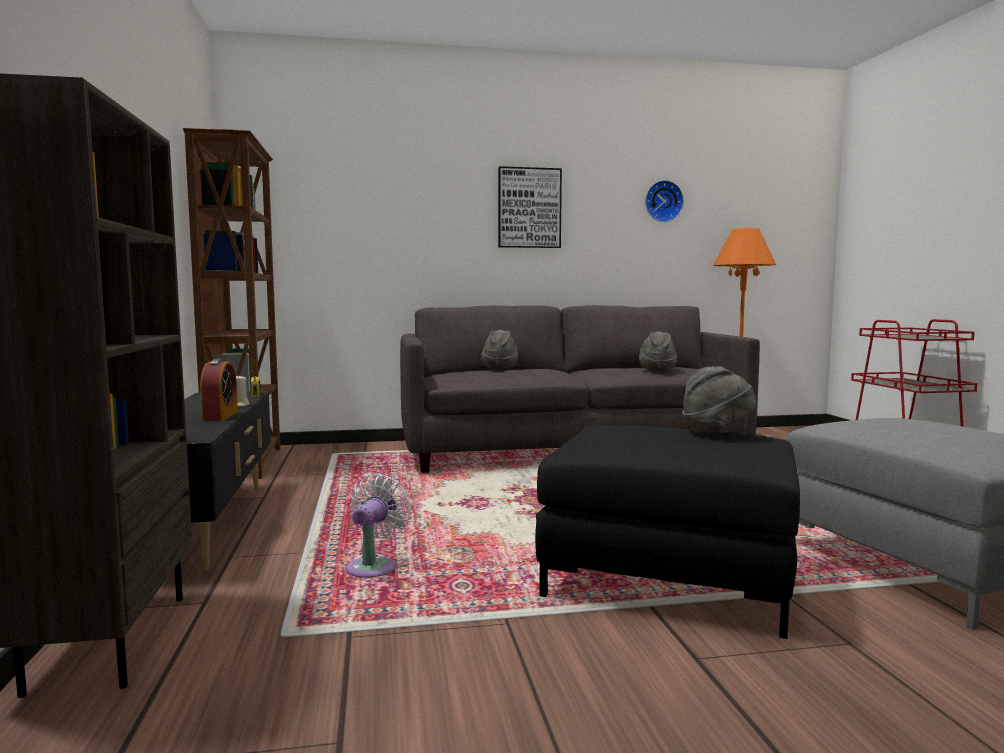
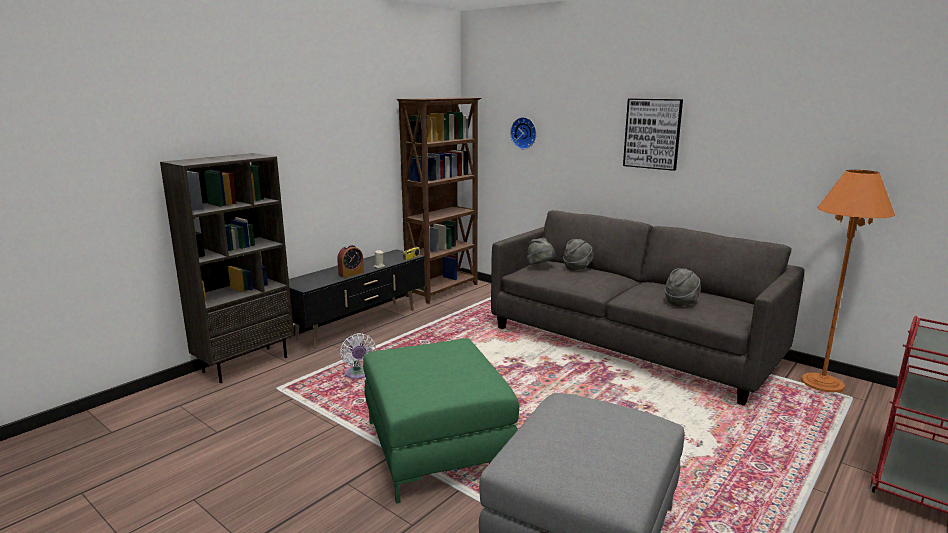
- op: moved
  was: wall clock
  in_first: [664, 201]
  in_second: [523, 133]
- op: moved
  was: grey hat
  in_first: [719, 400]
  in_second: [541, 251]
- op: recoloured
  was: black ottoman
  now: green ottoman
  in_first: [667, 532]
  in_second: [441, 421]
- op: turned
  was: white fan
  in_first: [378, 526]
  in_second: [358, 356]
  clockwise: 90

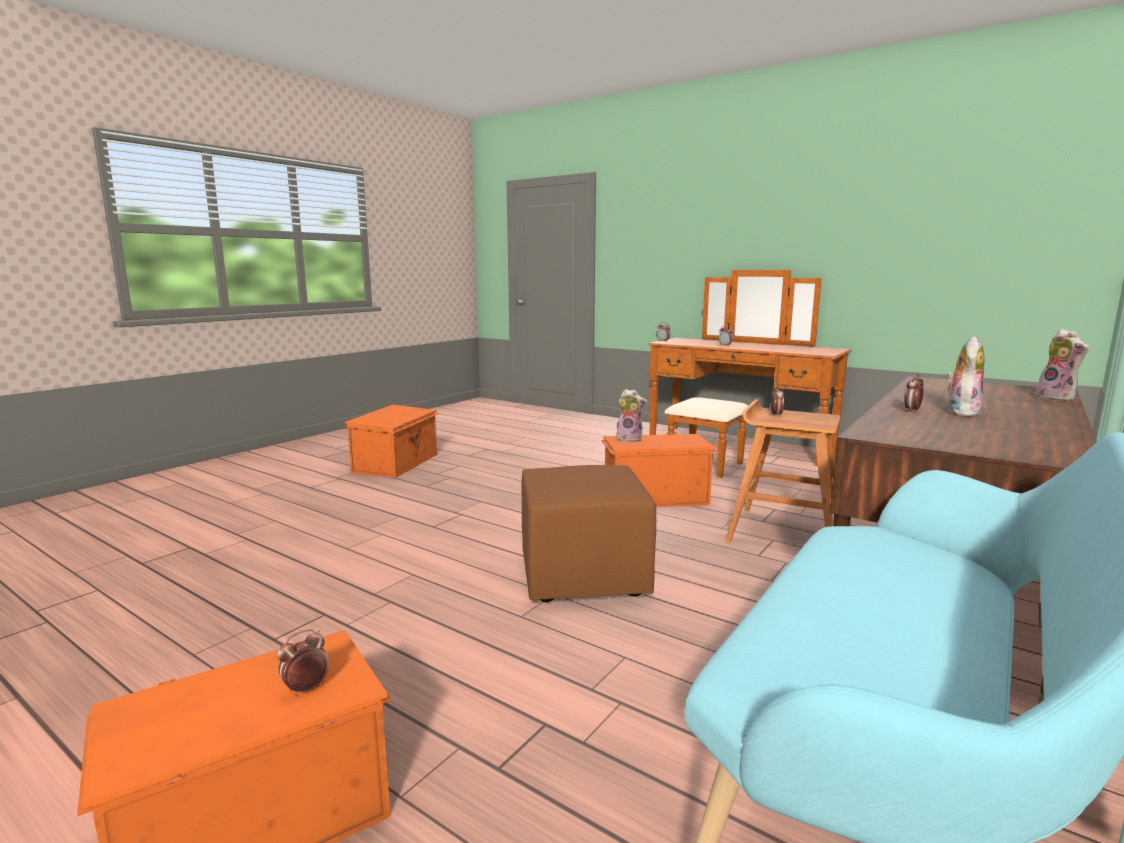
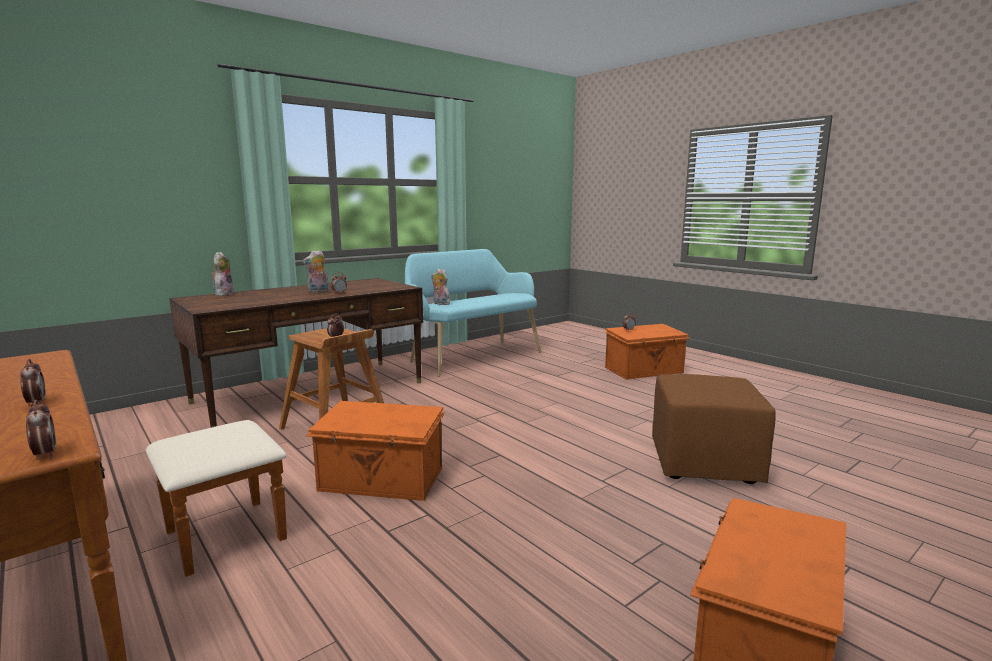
- op: moved
  was: brown ottoman
  in_first: [588, 533]
  in_second: [714, 429]
- op: moved
  was: plush toy
  in_first: [632, 415]
  in_second: [440, 287]

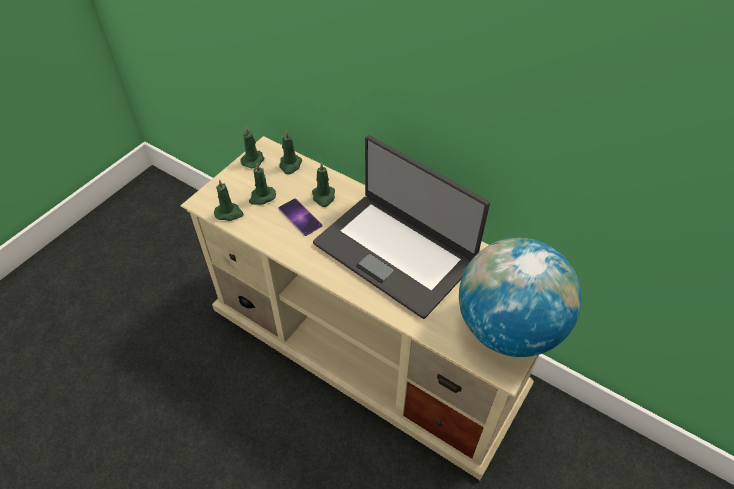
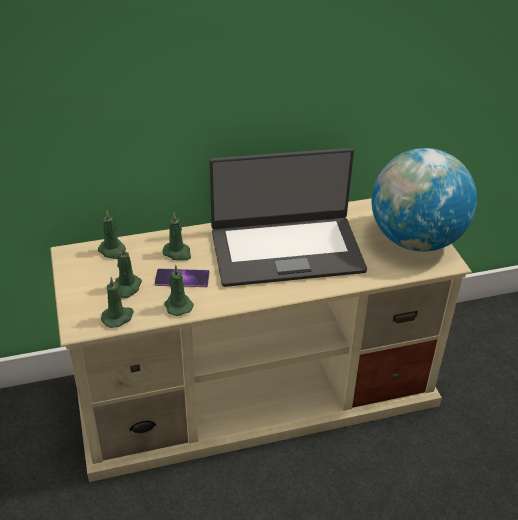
- op: moved
  was: green candle
  in_first: [252, 147]
  in_second: [179, 290]

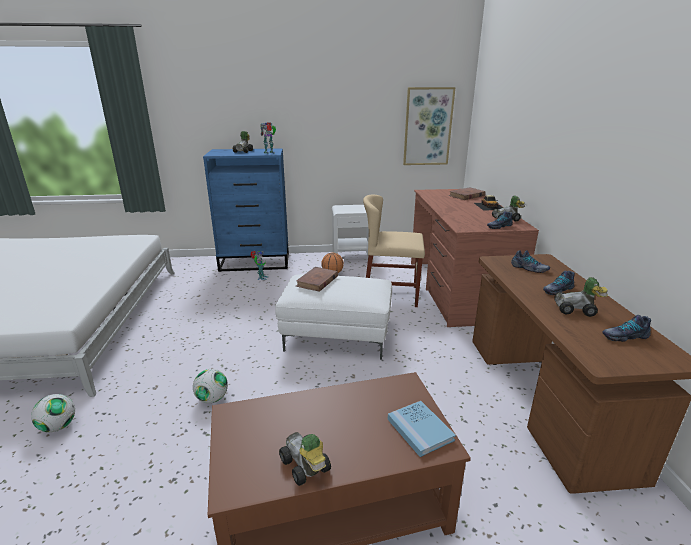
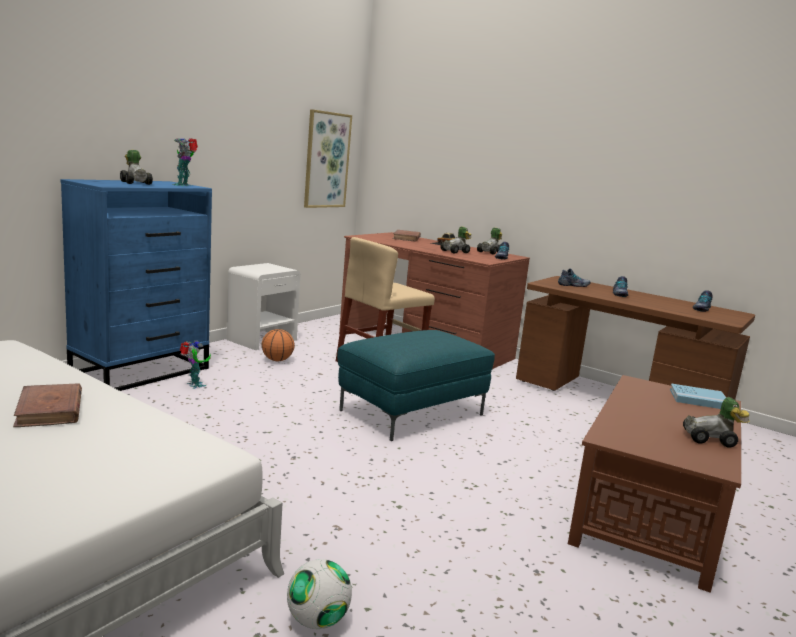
- op: removed
  was: football
  in_first: [210, 386]
- op: moved
  was: brown book
  in_first: [317, 279]
  in_second: [47, 405]
- op: moved
  was: toy car
  in_first: [581, 297]
  in_second: [456, 240]
- op: recoloured
  was: white ottoman
  now: turquoise ottoman
  in_first: [333, 317]
  in_second: [416, 385]

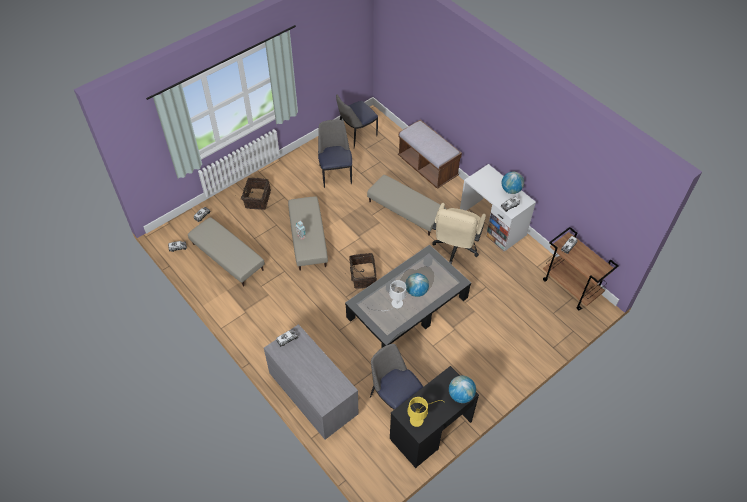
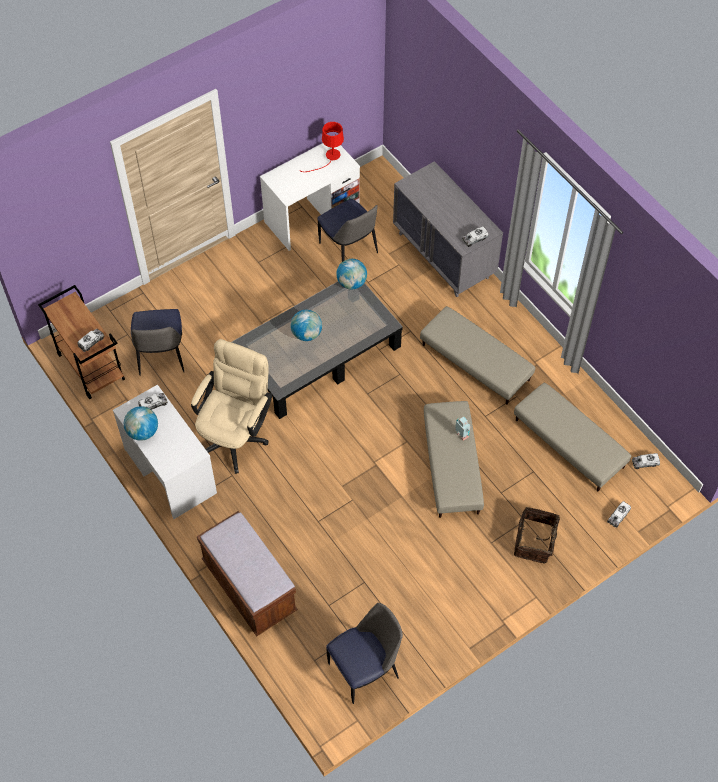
- op: removed
  was: basket
  in_first: [363, 271]
- op: removed
  was: white table lamp
  in_first: [387, 295]
- op: moved
  was: chair
  in_first: [335, 154]
  in_second: [157, 342]
- op: moved
  was: beige ottoman
  in_first: [406, 205]
  in_second: [477, 355]
- op: moved
  was: globe
  in_first: [462, 389]
  in_second: [351, 274]
- op: recoloured
  was: black desk
  now: white desk
  in_first: [434, 417]
  in_second: [310, 197]
- op: recoloured
  was: yellow table lamp
  now: red table lamp
  in_first: [426, 412]
  in_second: [322, 147]

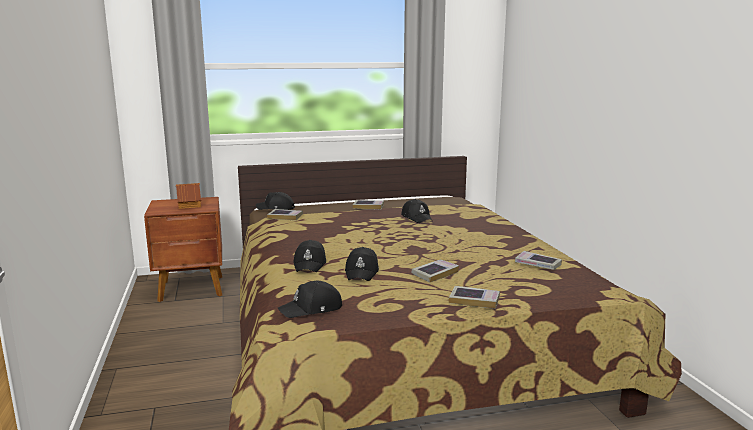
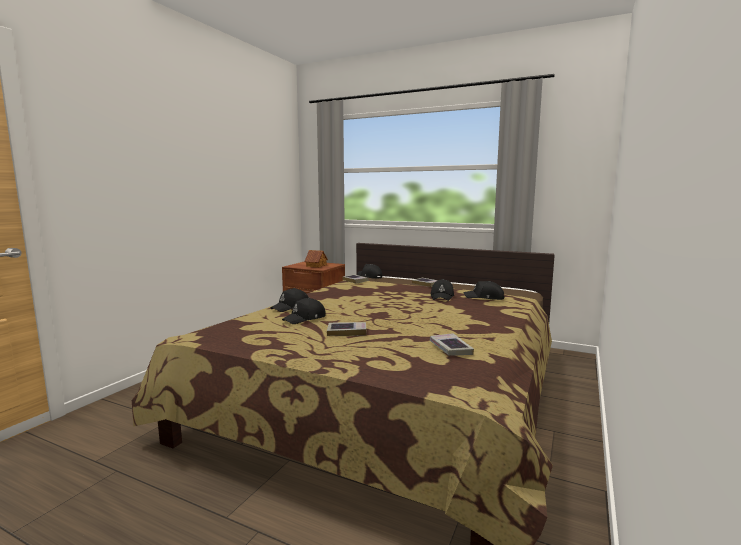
- op: removed
  was: book
  in_first: [474, 297]
- op: moved
  was: black cap
  in_first: [310, 299]
  in_second: [484, 290]

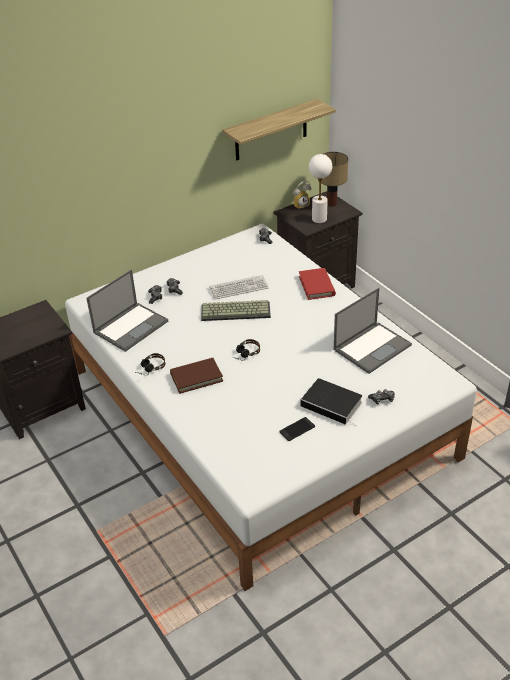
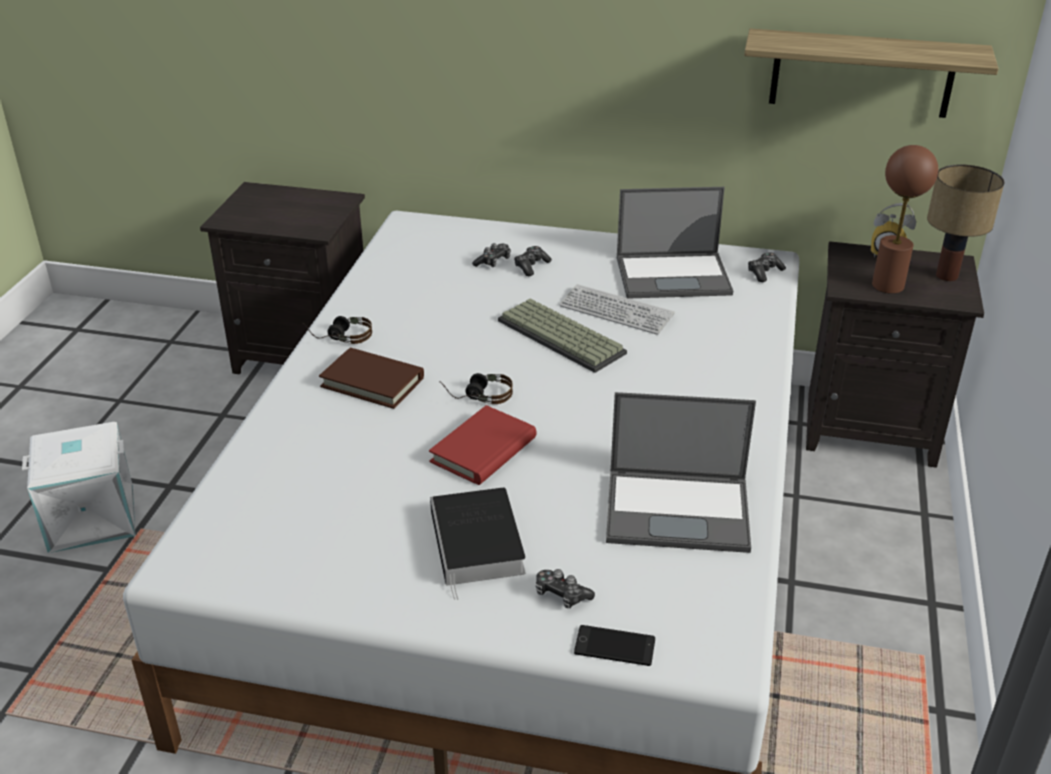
- op: added
  now: white storage box
  in_second: [78, 487]
- op: moved
  was: laptop
  in_first: [127, 311]
  in_second: [675, 243]
- op: moved
  was: phone
  in_first: [297, 429]
  in_second: [614, 645]
- op: moved
  was: red book
  in_first: [317, 284]
  in_second: [483, 445]
- op: recoloured
  was: white table lamp
  now: brown table lamp
  in_first: [320, 188]
  in_second: [905, 219]

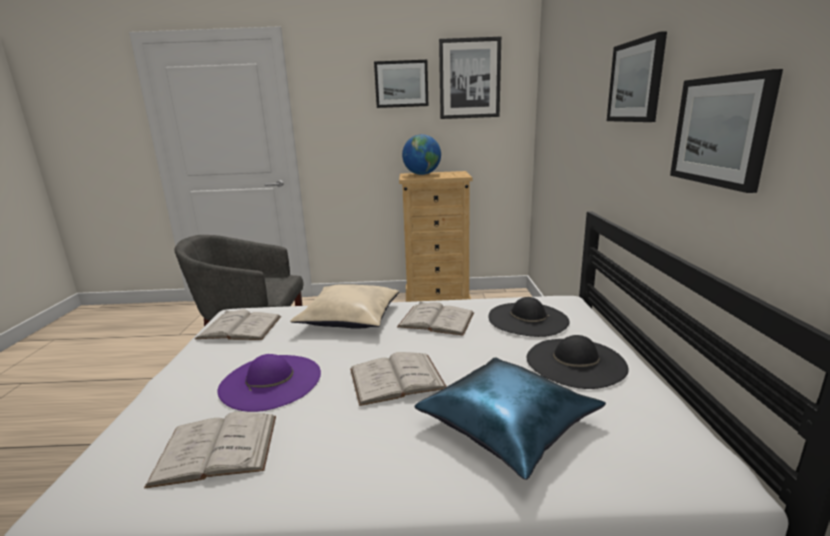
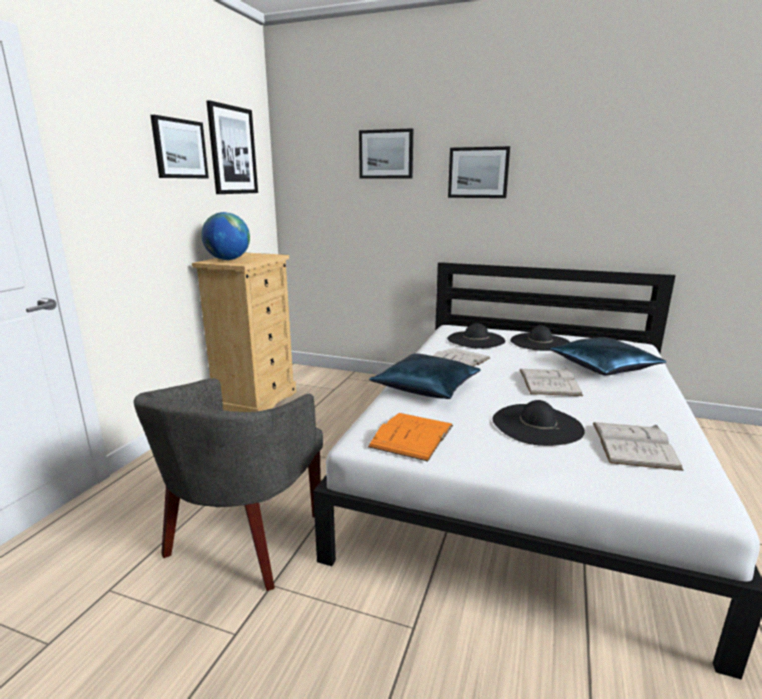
- op: moved
  was: picture
  in_first: [726, 131]
  in_second: [386, 153]
- op: recoloured
  was: white book
  now: orange book
  in_first: [238, 325]
  in_second: [410, 437]
- op: recoloured
  was: purple hat
  now: black hat
  in_first: [269, 383]
  in_second: [538, 423]
- op: recoloured
  was: beige pillow
  now: blue pillow
  in_first: [344, 306]
  in_second: [425, 376]

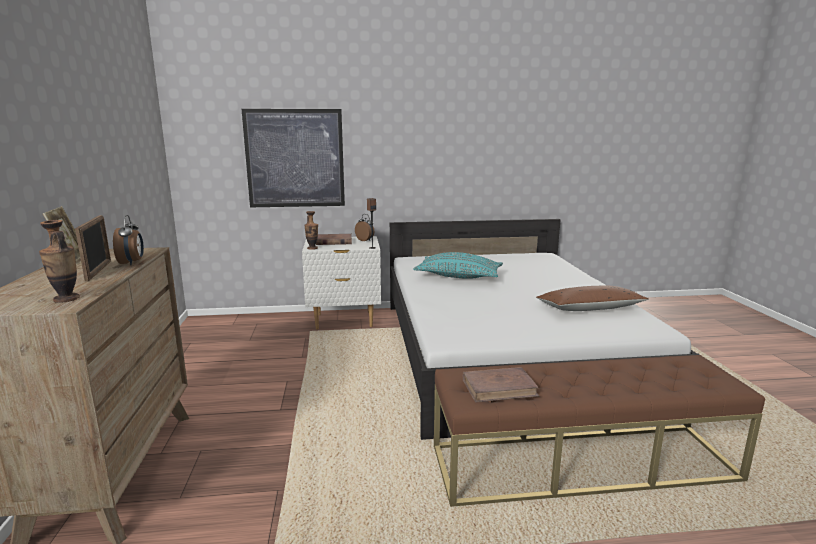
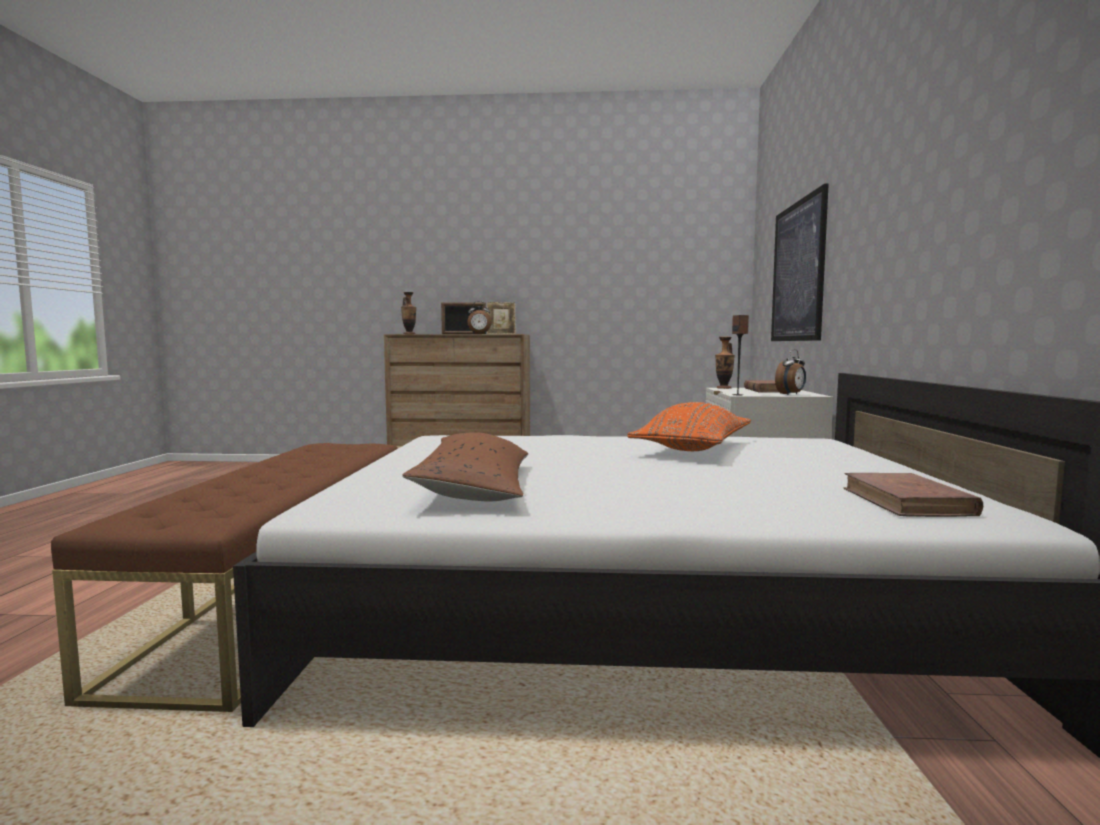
- op: moved
  was: brown book
  in_first: [501, 385]
  in_second: [913, 495]
- op: recoloured
  was: turquoise pillow
  now: orange pillow
  in_first: [458, 265]
  in_second: [689, 426]

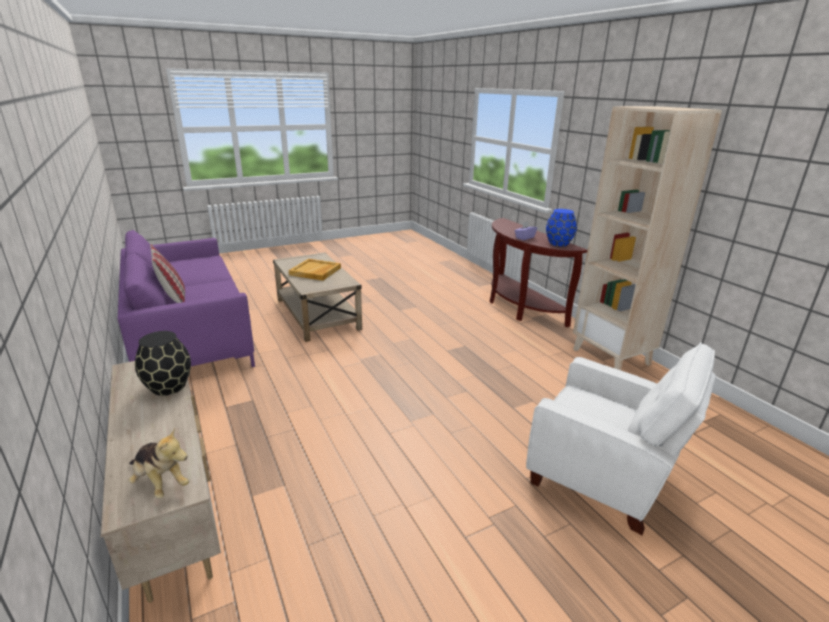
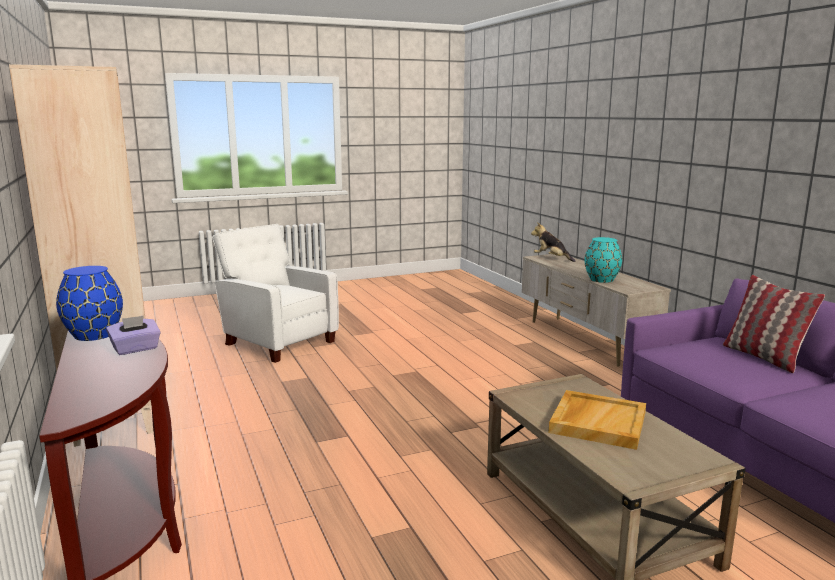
- op: recoloured
  was: black vase
  now: turquoise vase
  in_first: [163, 363]
  in_second: [603, 260]

